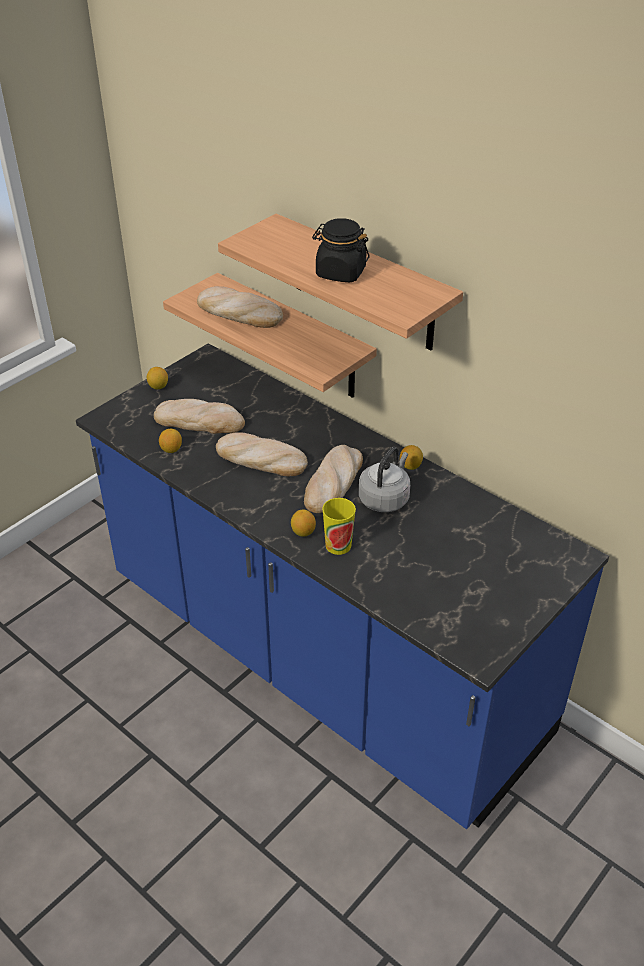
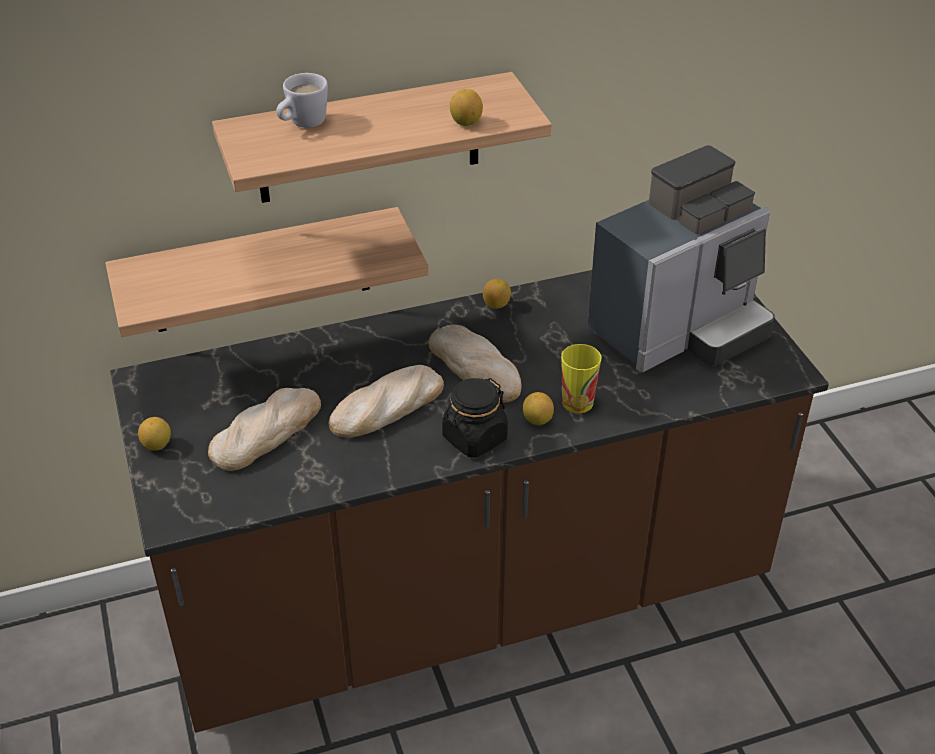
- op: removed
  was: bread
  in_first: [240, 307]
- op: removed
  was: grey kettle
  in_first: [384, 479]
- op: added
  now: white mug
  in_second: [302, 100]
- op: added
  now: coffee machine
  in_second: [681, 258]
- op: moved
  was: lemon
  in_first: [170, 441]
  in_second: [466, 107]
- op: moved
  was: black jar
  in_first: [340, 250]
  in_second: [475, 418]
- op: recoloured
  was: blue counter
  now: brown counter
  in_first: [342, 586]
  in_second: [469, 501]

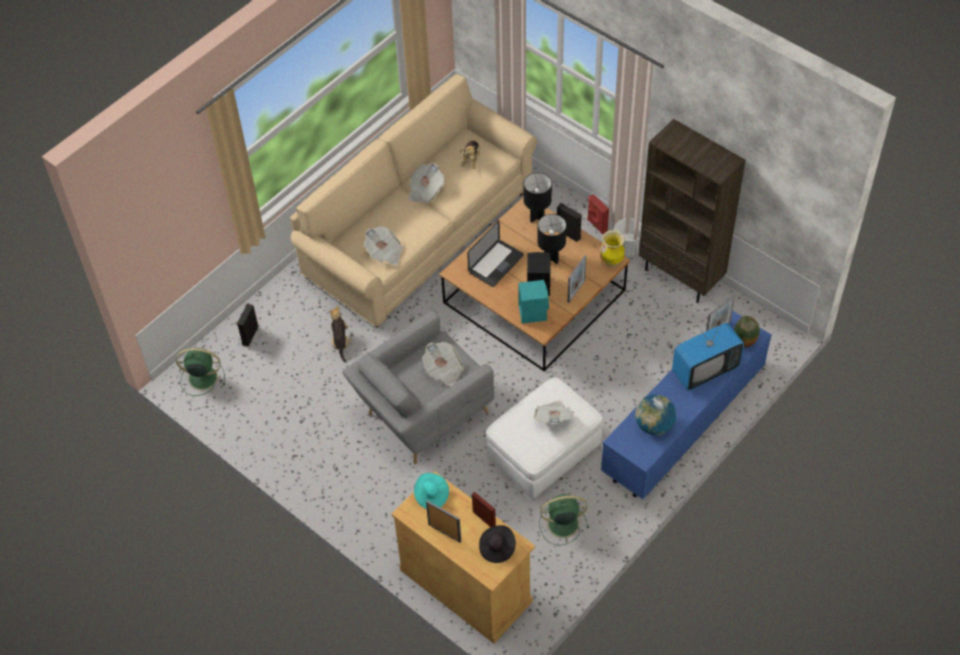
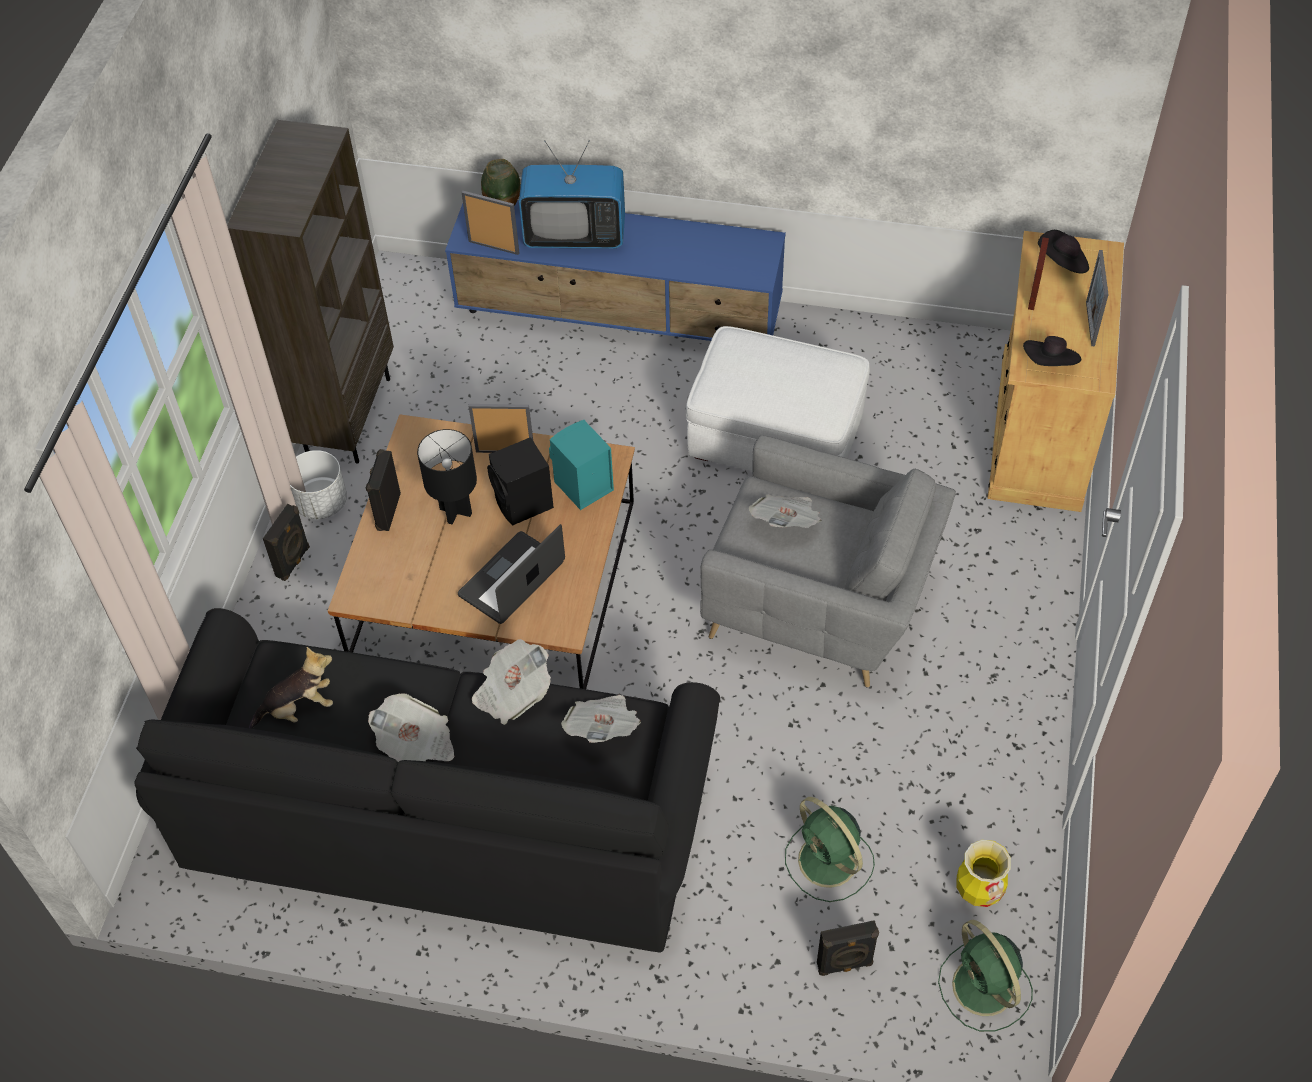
- op: removed
  was: plush toy
  in_first: [341, 333]
- op: removed
  was: black table lamp
  in_first: [537, 197]
- op: removed
  was: globe
  in_first: [655, 415]
- op: moved
  was: newspaper
  in_first: [554, 413]
  in_second: [511, 682]
- op: moved
  was: green fan
  in_first: [564, 520]
  in_second: [830, 849]
- op: moved
  was: vase
  in_first: [612, 248]
  in_second: [983, 873]
- op: recoloured
  was: beige sofa
  now: black sofa
  in_first: [413, 201]
  in_second: [427, 780]
- op: recoloured
  was: turquoise hat
  now: black hat
  in_first: [431, 491]
  in_second: [1052, 351]
- op: recoloured
  was: red speaker
  now: black speaker
  in_first: [598, 214]
  in_second: [286, 542]
- op: turned
  was: laptop
  in_first: [495, 253]
  in_second: [511, 574]
  clockwise: -60
- op: turned
  was: television
  in_first: [708, 355]
  in_second: [572, 194]
  clockwise: 150

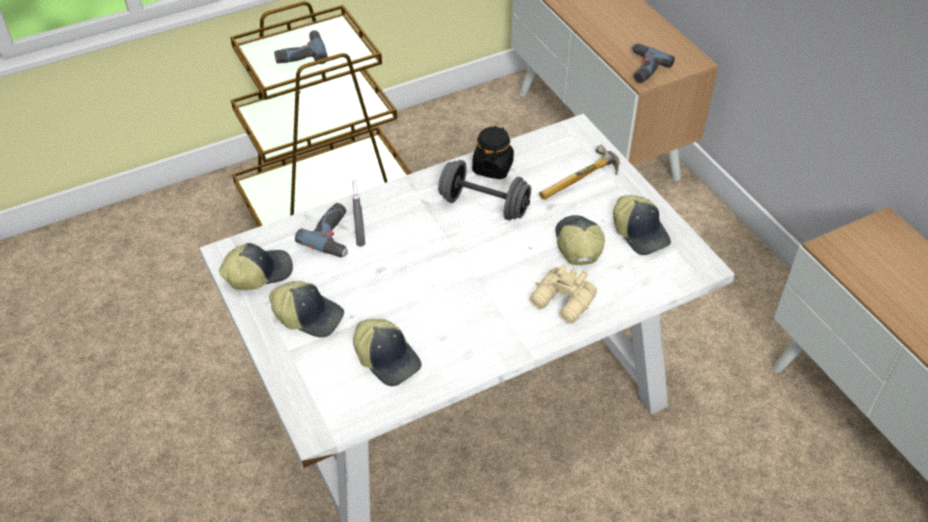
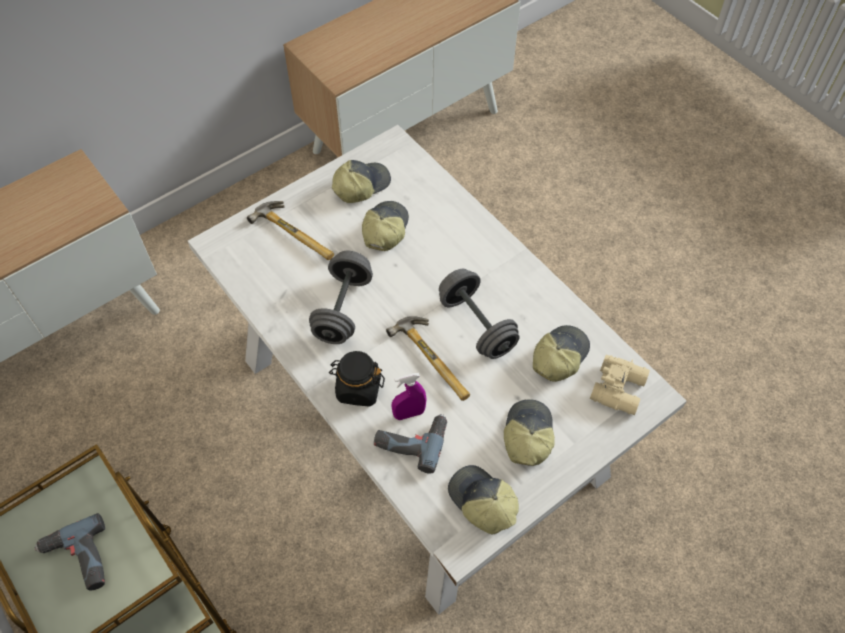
- op: removed
  was: power drill
  in_first: [653, 63]
- op: added
  now: hammer
  in_second: [428, 358]
- op: added
  now: grey dumbbell
  in_second: [479, 314]
- op: moved
  was: black jar
  in_first: [493, 152]
  in_second: [357, 379]
- op: moved
  was: beige binoculars
  in_first: [563, 294]
  in_second: [620, 385]
- op: recoloured
  was: grey spray bottle
  now: purple spray bottle
  in_first: [358, 211]
  in_second: [409, 396]
- op: turned
  was: cap
  in_first: [580, 240]
  in_second: [385, 226]
  clockwise: 120

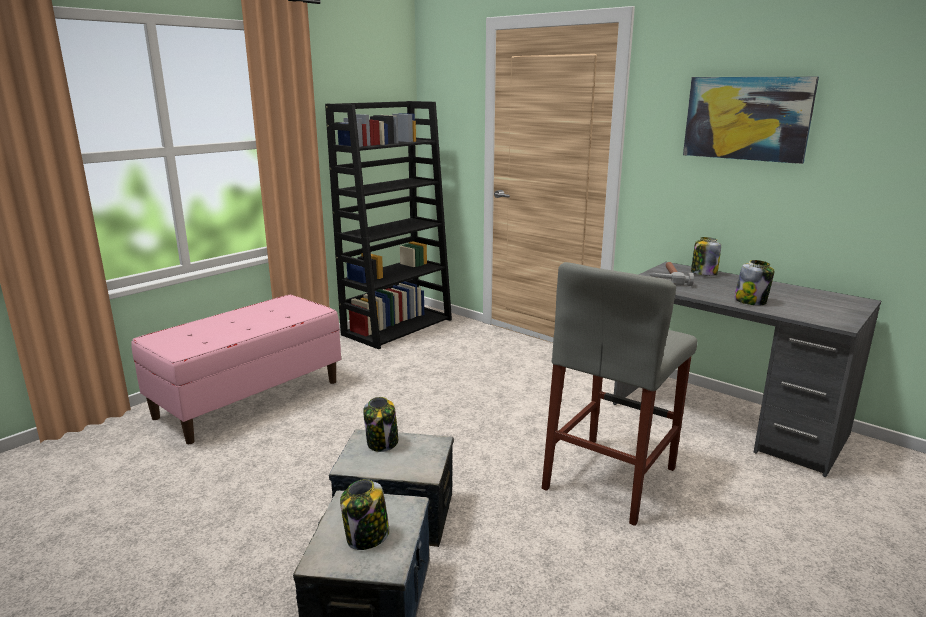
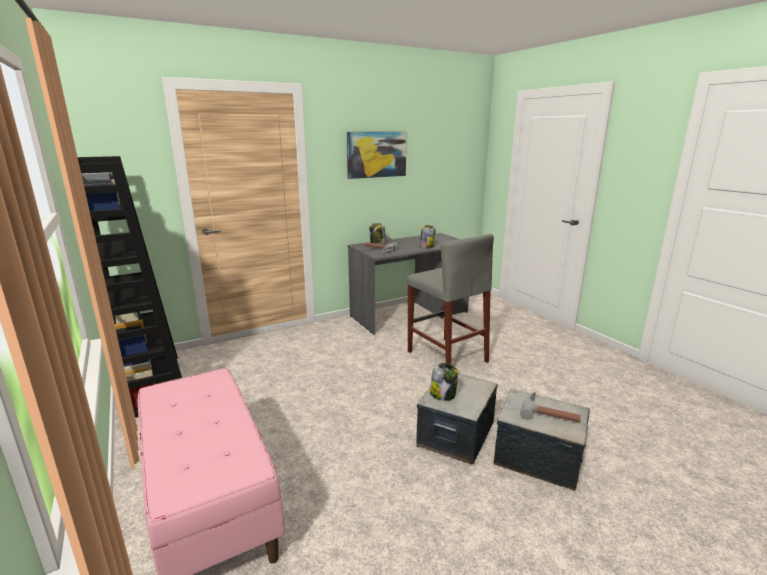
- op: replaced
  was: jar
  now: hammer
  in_first: [364, 514]
  in_second: [550, 407]

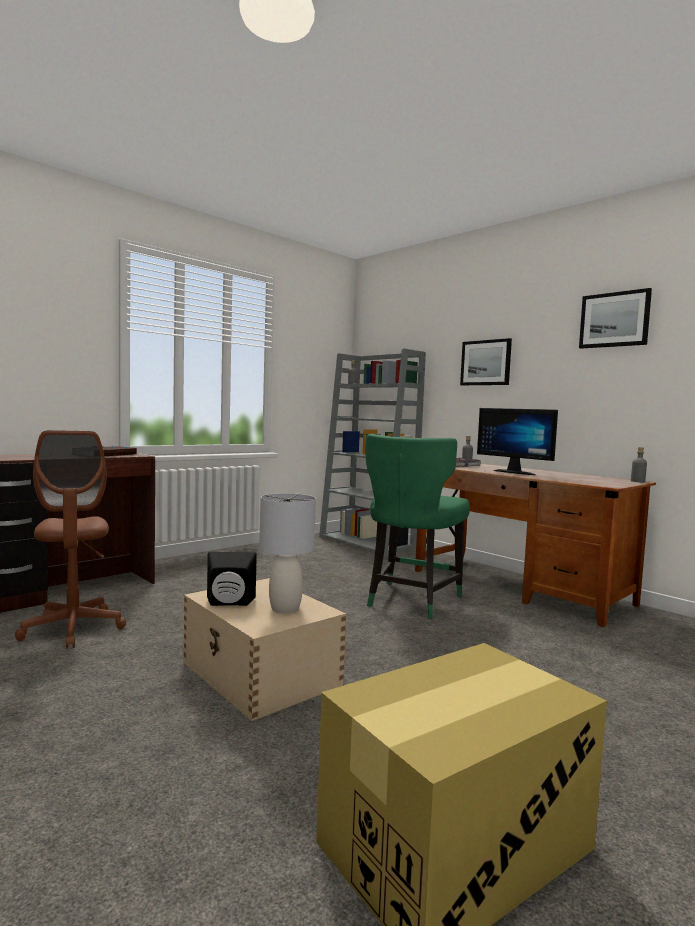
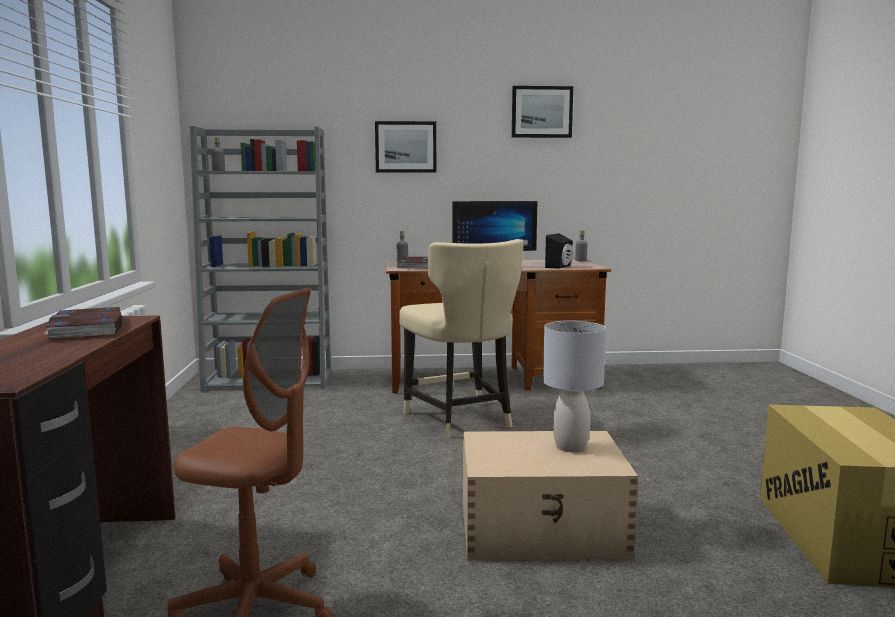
- op: moved
  was: black speaker
  in_first: [232, 579]
  in_second: [559, 251]
- op: recoloured
  was: green chair
  now: beige chair
  in_first: [418, 526]
  in_second: [461, 338]

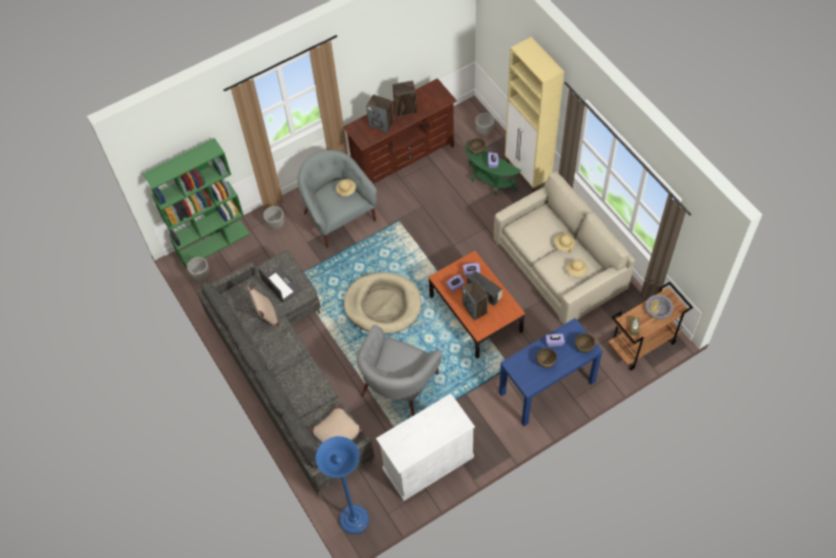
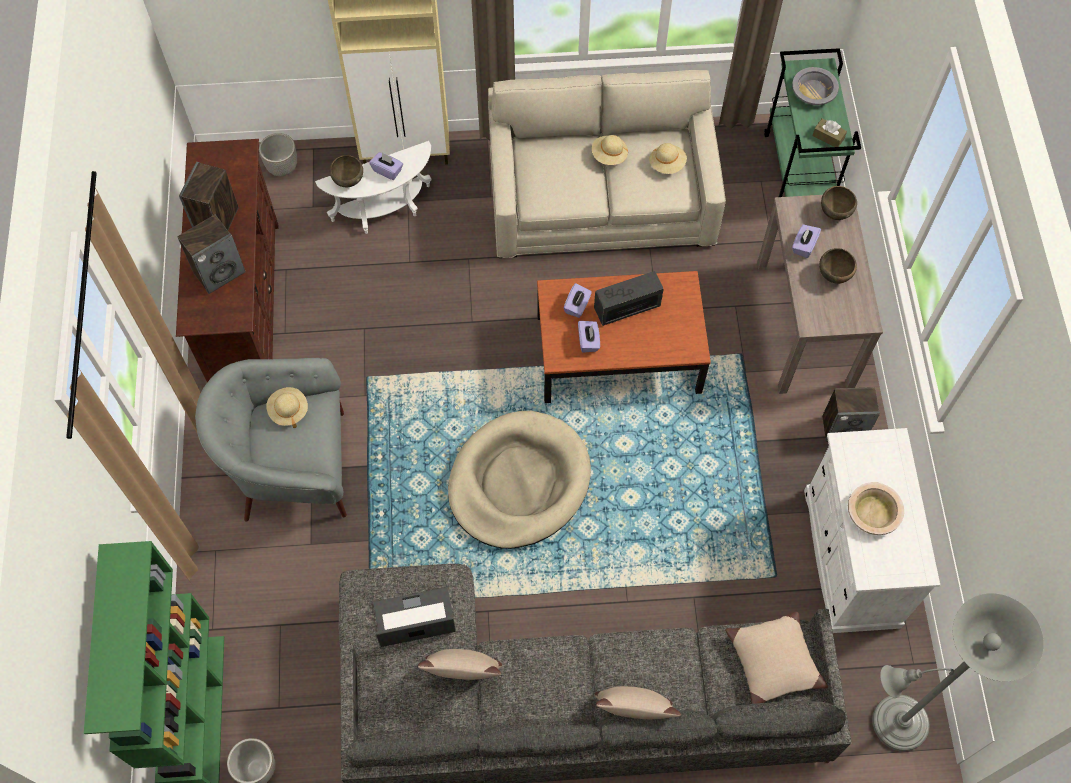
- op: removed
  was: planter
  in_first: [273, 218]
- op: removed
  was: grey armchair
  in_first: [400, 370]
- op: added
  now: beige pillow
  in_second: [637, 702]
- op: added
  now: beige bowl
  in_second: [876, 508]
- op: moved
  was: speaker
  in_first: [475, 300]
  in_second: [851, 414]
- op: recoloured
  was: blue floor lamp
  now: grey floor lamp
  in_first: [342, 485]
  in_second: [958, 672]
- op: recoloured
  was: green side table
  now: white side table
  in_first: [493, 167]
  in_second: [373, 187]
- op: recoloured
  was: blue console table
  now: brown console table
  in_first: [551, 372]
  in_second: [820, 294]
- op: recoloured
  was: brown cart
  now: green cart
  in_first: [650, 326]
  in_second: [812, 122]

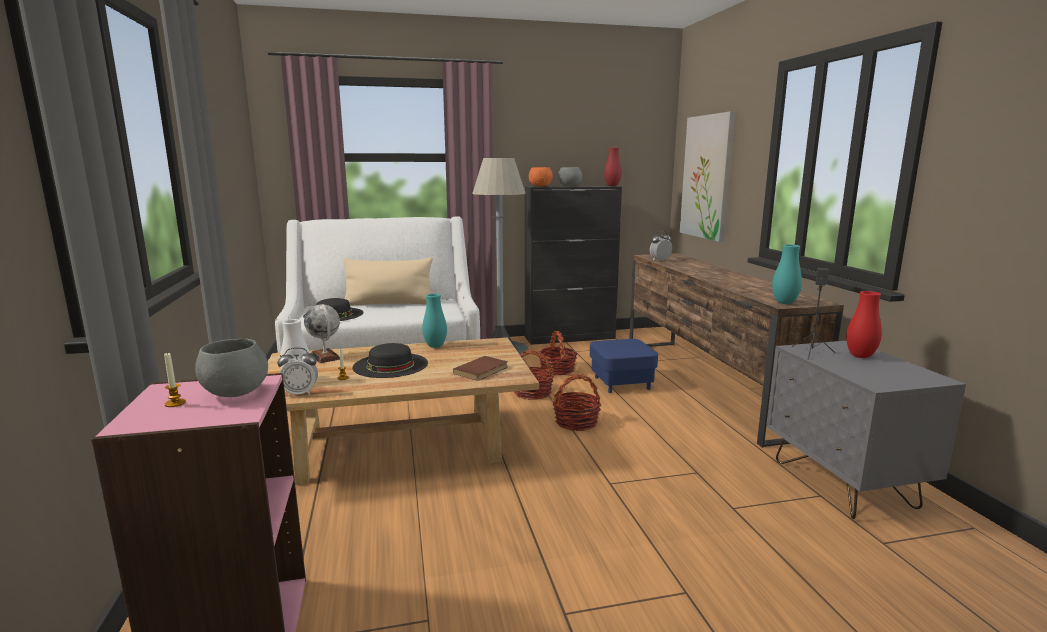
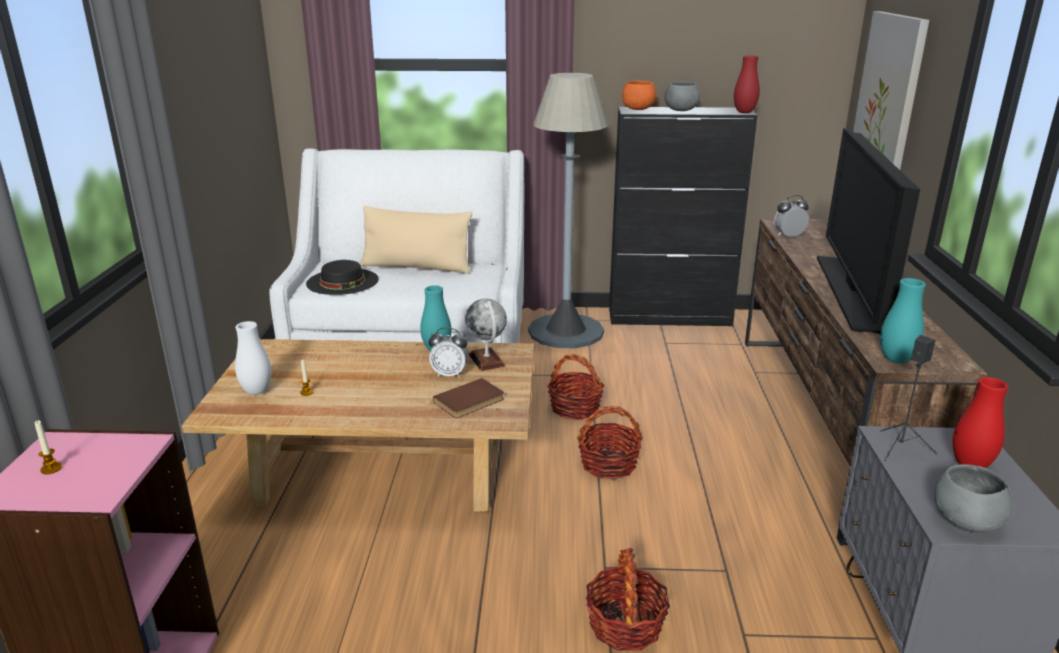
- op: removed
  was: black hat
  in_first: [390, 360]
- op: removed
  was: blue ottoman
  in_first: [624, 366]
- op: added
  now: television
  in_second: [868, 231]
- op: moved
  was: grey bowl
  in_first: [231, 368]
  in_second: [973, 498]
- op: moved
  was: alarm clock
  in_first: [298, 372]
  in_second: [448, 352]
- op: moved
  was: globe
  in_first: [322, 333]
  in_second: [486, 334]
- op: moved
  was: basket
  in_first: [558, 353]
  in_second: [628, 599]

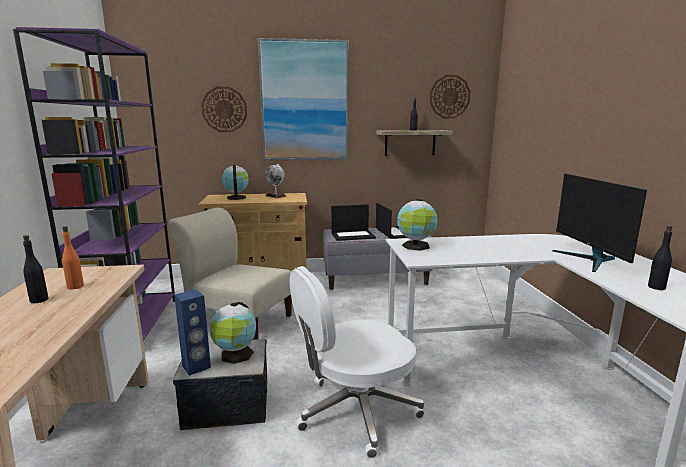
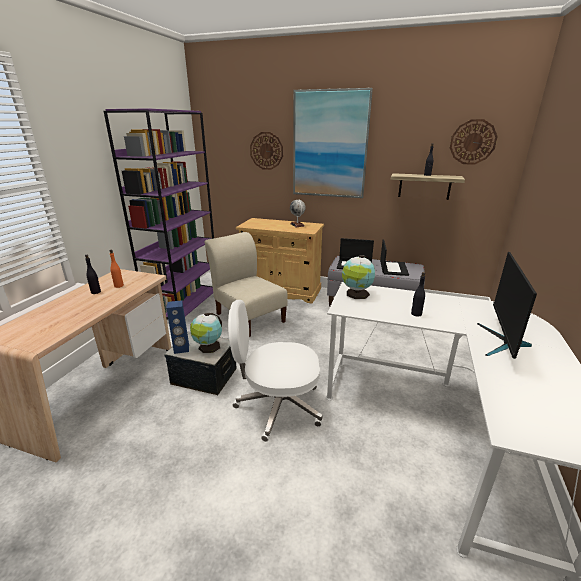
- op: removed
  was: globe
  in_first: [235, 182]
- op: moved
  was: black bottle
  in_first: [660, 258]
  in_second: [418, 294]

